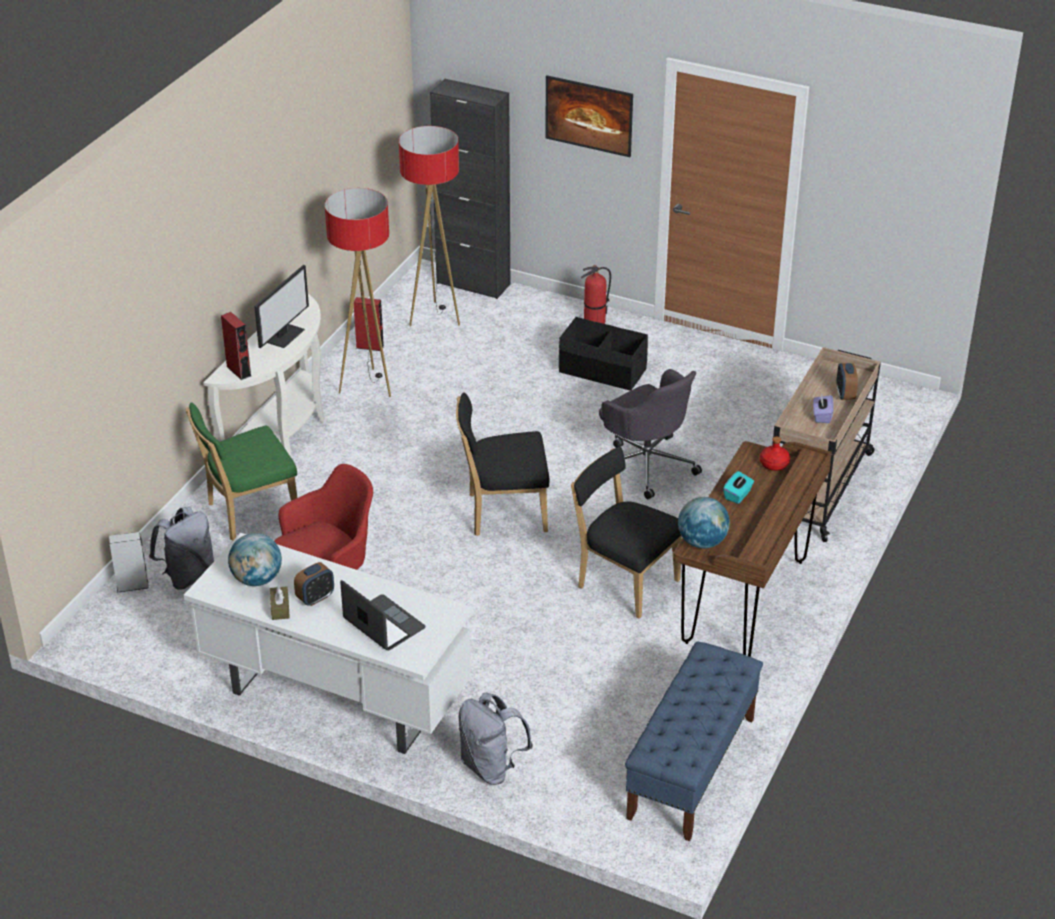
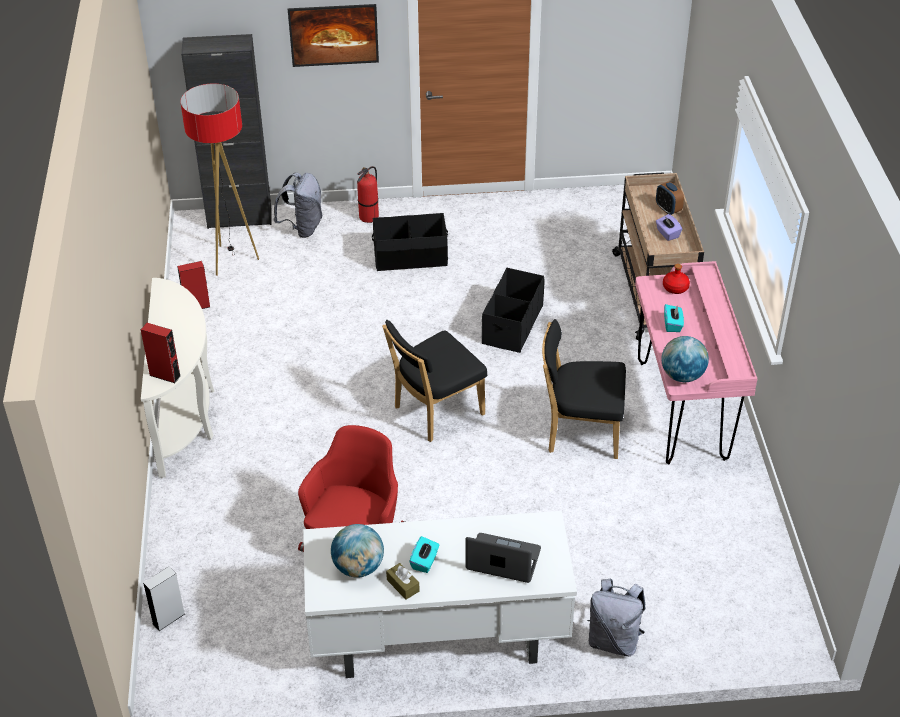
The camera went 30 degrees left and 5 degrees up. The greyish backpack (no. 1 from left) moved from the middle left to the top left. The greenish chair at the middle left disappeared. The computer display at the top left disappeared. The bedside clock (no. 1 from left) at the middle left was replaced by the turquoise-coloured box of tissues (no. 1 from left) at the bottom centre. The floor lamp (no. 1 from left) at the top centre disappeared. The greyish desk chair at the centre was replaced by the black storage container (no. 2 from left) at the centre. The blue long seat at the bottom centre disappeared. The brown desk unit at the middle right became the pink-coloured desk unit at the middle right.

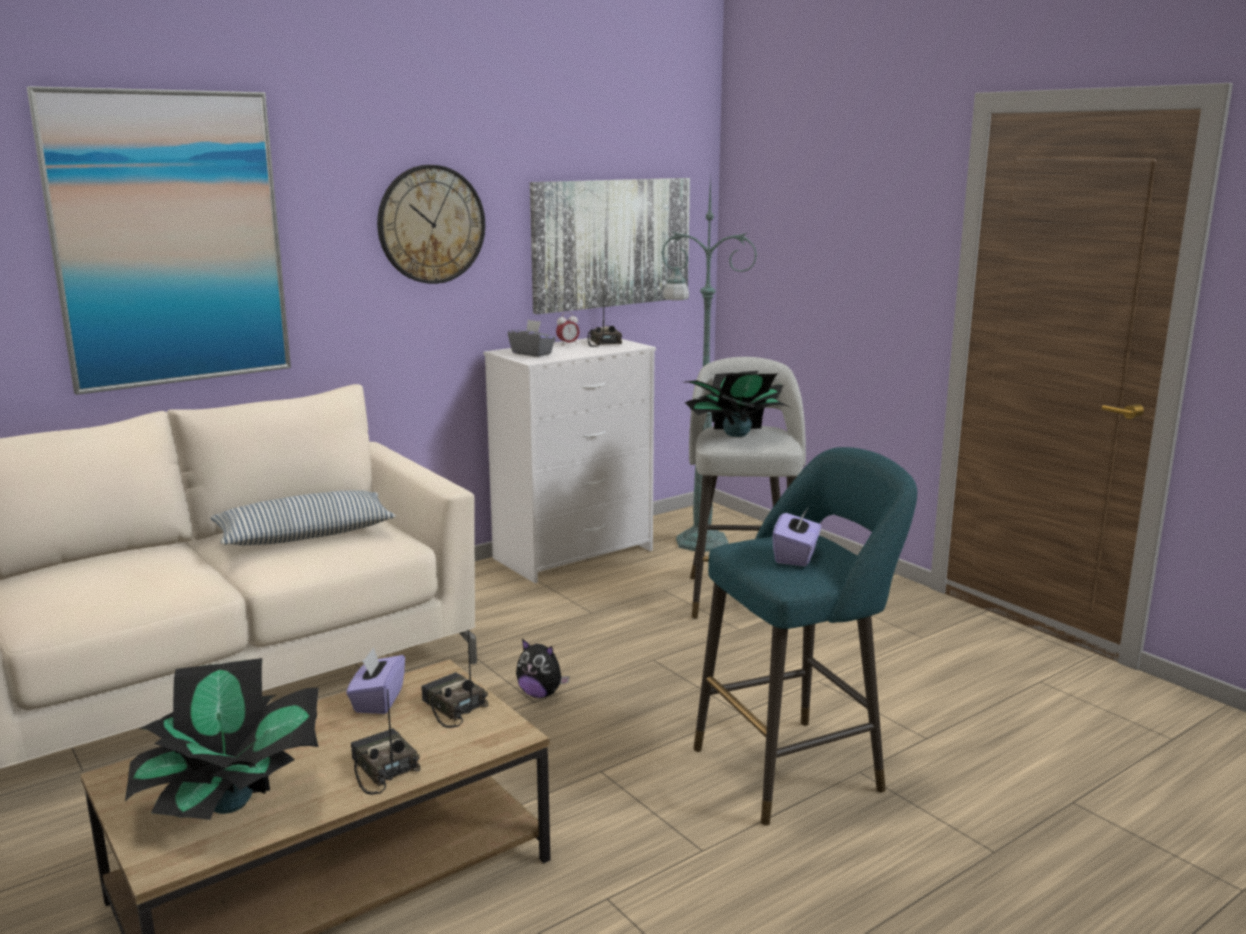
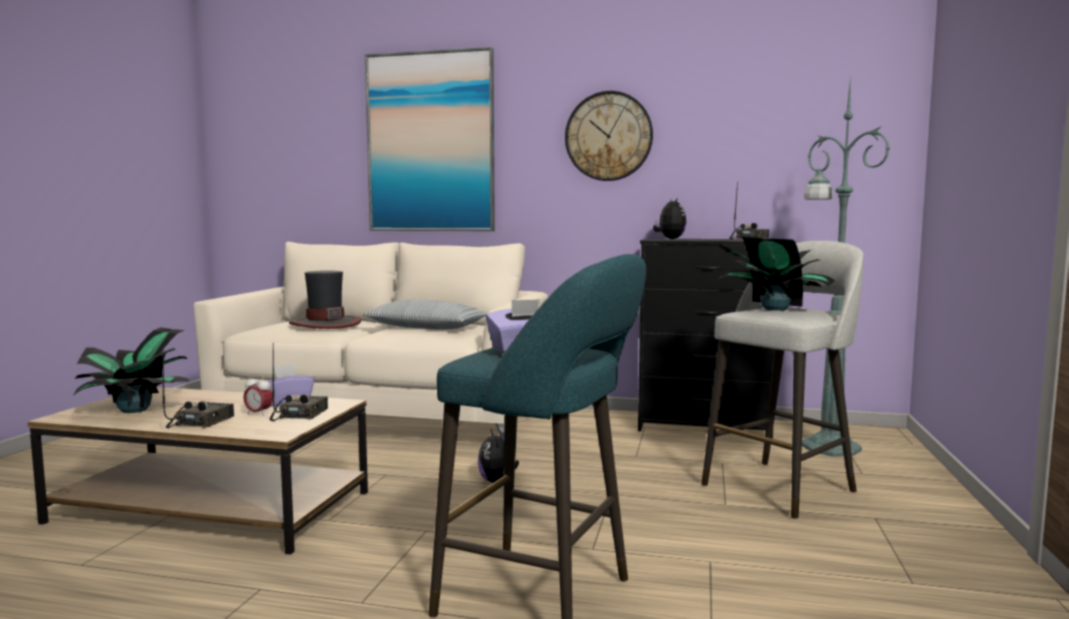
The camera went 50 degrees right and 10 degrees down. The white-coloured chest of drawers at the centre became the black chest of drawers at the centre. The greyish box of tissues at the centre was replaced by the soft toy (no. 2 from left) at the centre. The wall picture (no. 2 from left) at the top centre disappeared. The bedside clock moved from the centre to the middle left. The hat at the middle left appeared.

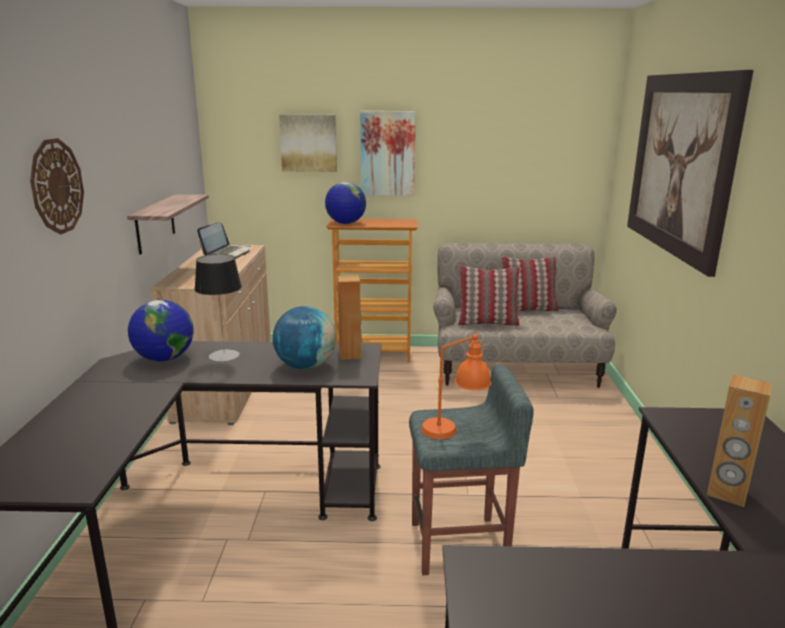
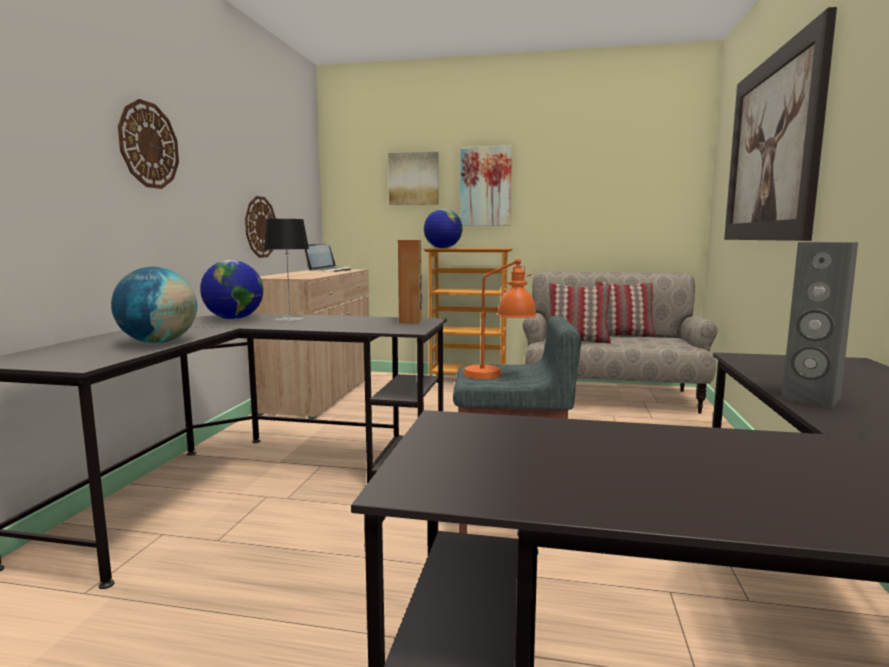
The camera went 10 degrees right and 10 degrees down. The bracket shelf at the middle left was replaced by the clock on the wall (no. 2 from left) at the middle left. The globe (no. 2 from left in the first image) moved from the centre to the middle left. The brown audio speaker (no. 2 from left) at the bottom right became the greyish audio speaker at the middle right.

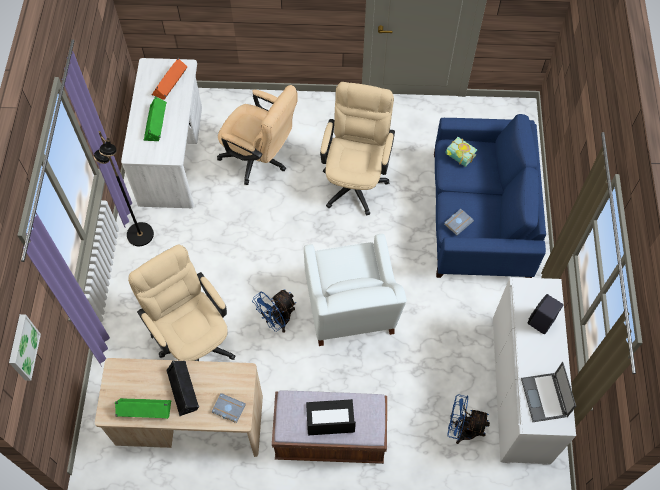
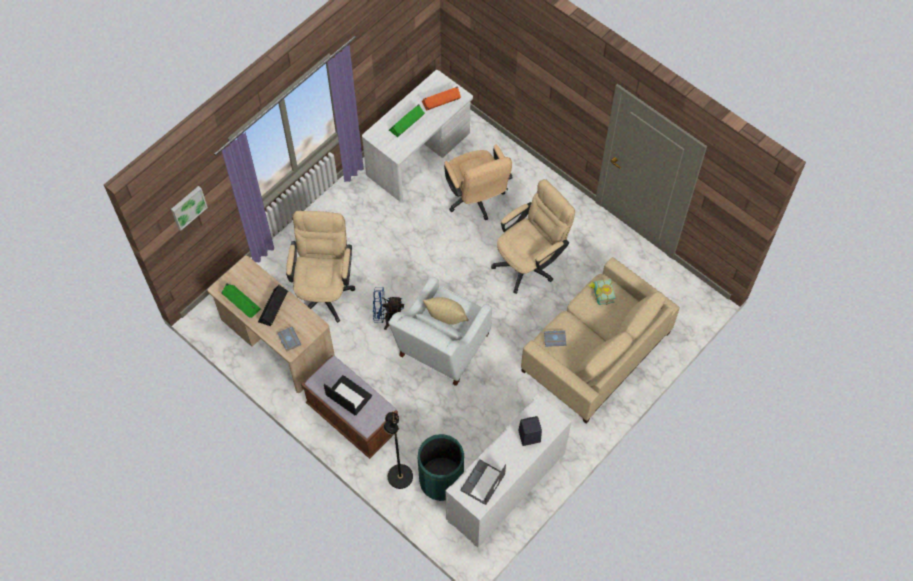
The camera went 40 degrees right and 0 degrees up. The black floor lamp moved from the middle left to the bottom centre. The blue settee at the middle right became the beige-coloured settee at the centre. The blue electric fan (no. 2 from left) at the bottom right was replaced by the greenish rubbish bin at the bottom centre. The beige-coloured pillow at the centre appeared.

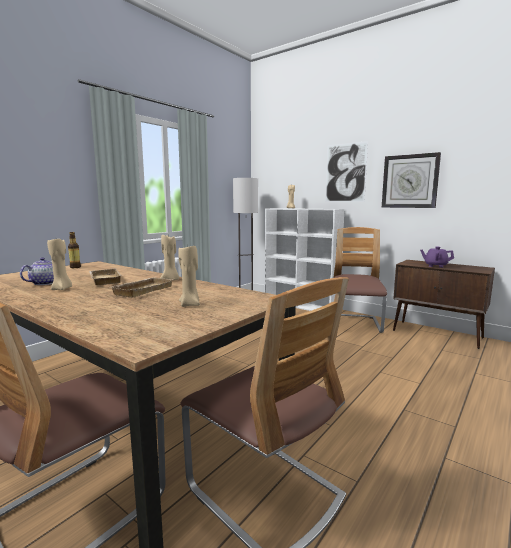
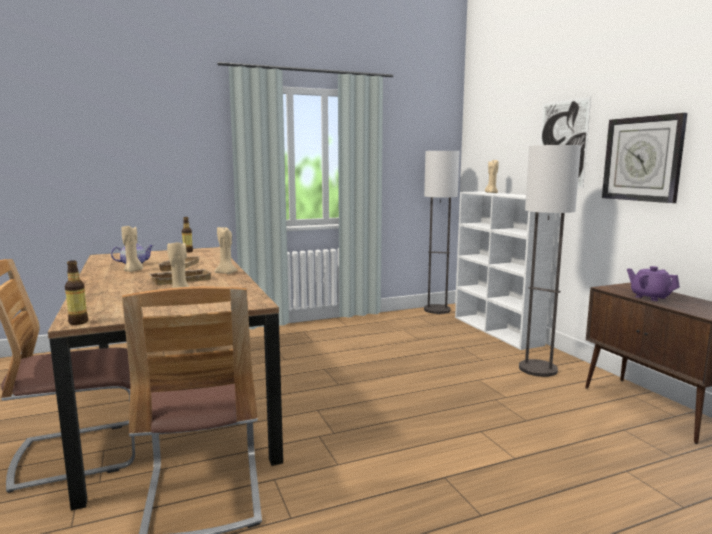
The camera went 30 degrees right and 0 degrees up. The chair (no. 3 from left) at the middle right was replaced by the floor lamp (no. 2 from left) at the middle right. The bottle (no. 1 from left) at the middle left appeared.

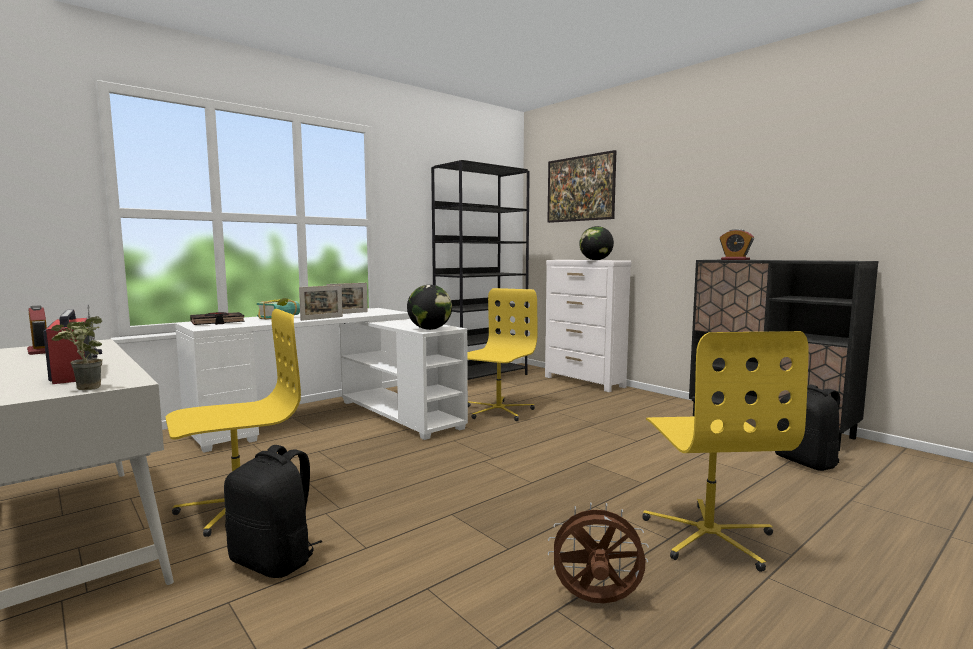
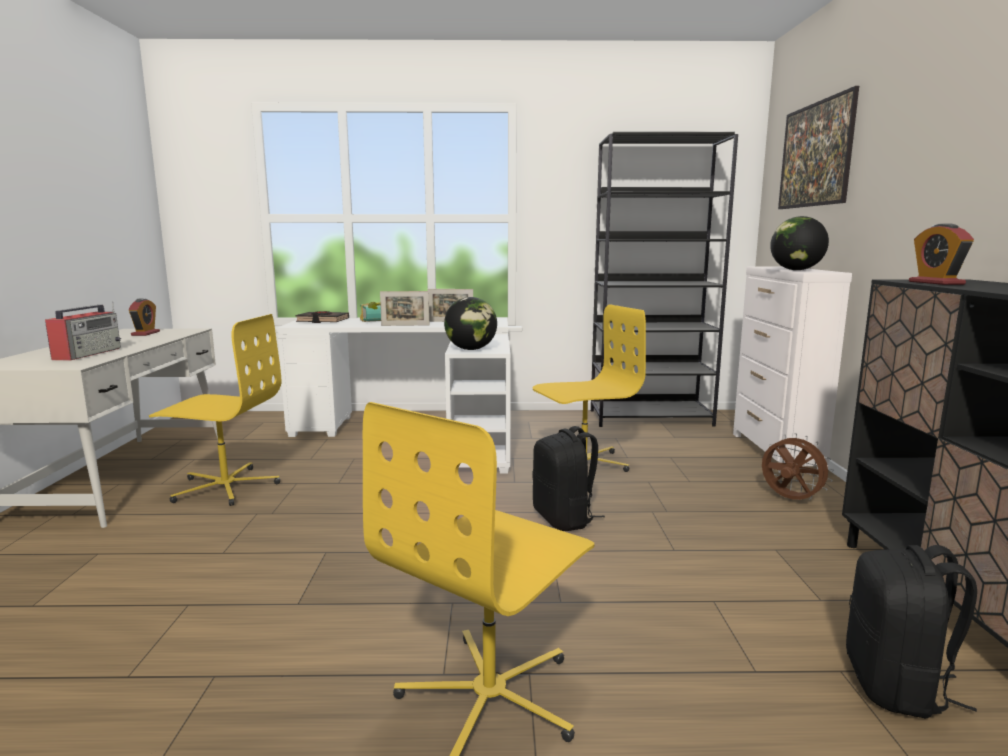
The camera went 40 degrees right and 5 degrees up. The plant in a pot at the middle left disappeared. The black backpack (no. 1 from left) moved from the bottom left to the centre. The brown electric fan moved from the bottom centre to the middle right.

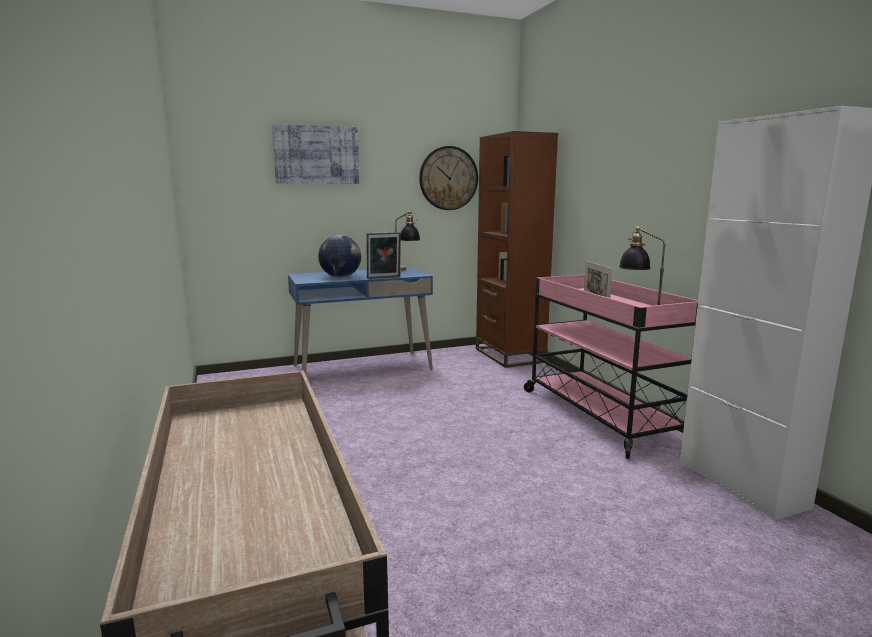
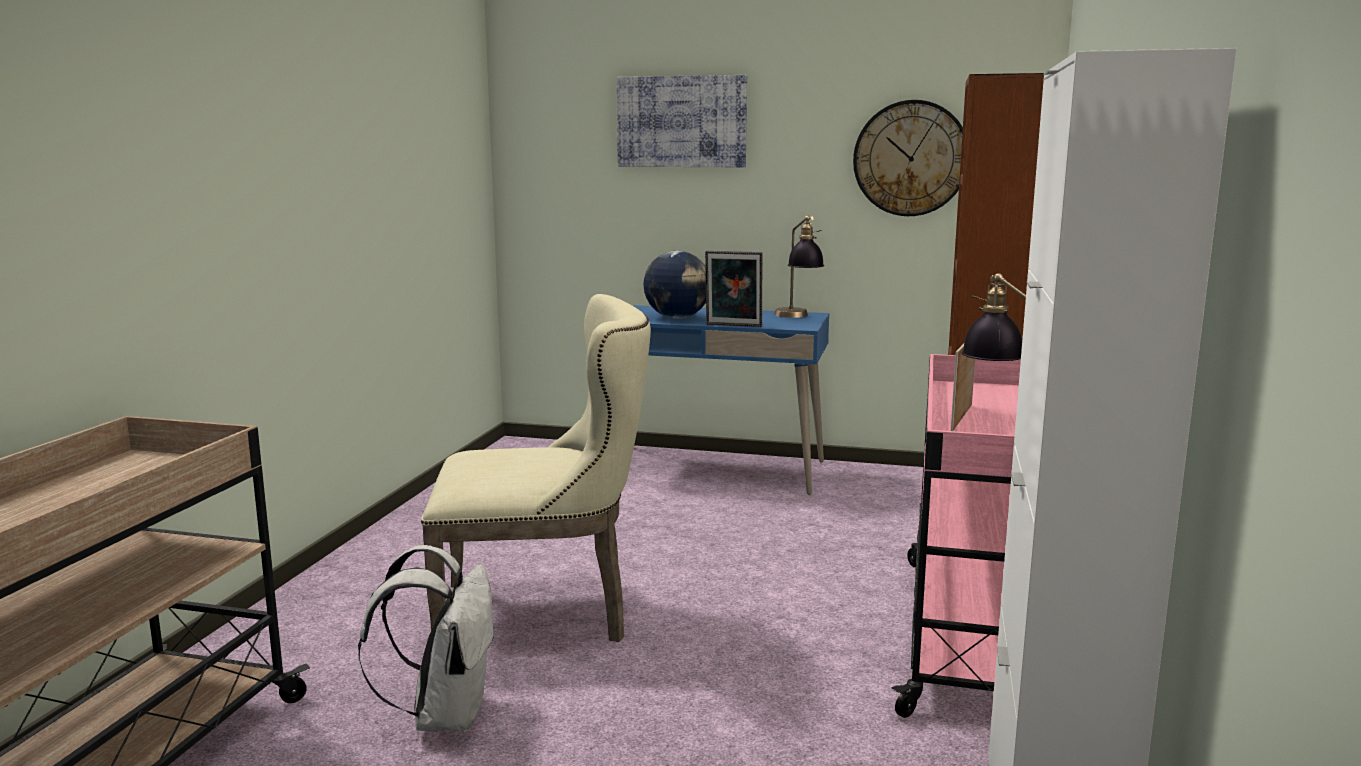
The camera went 35 degrees right and 0 degrees up. The white-coloured backpack at the bottom left appeared. The beige-coloured chair at the centre appeared.

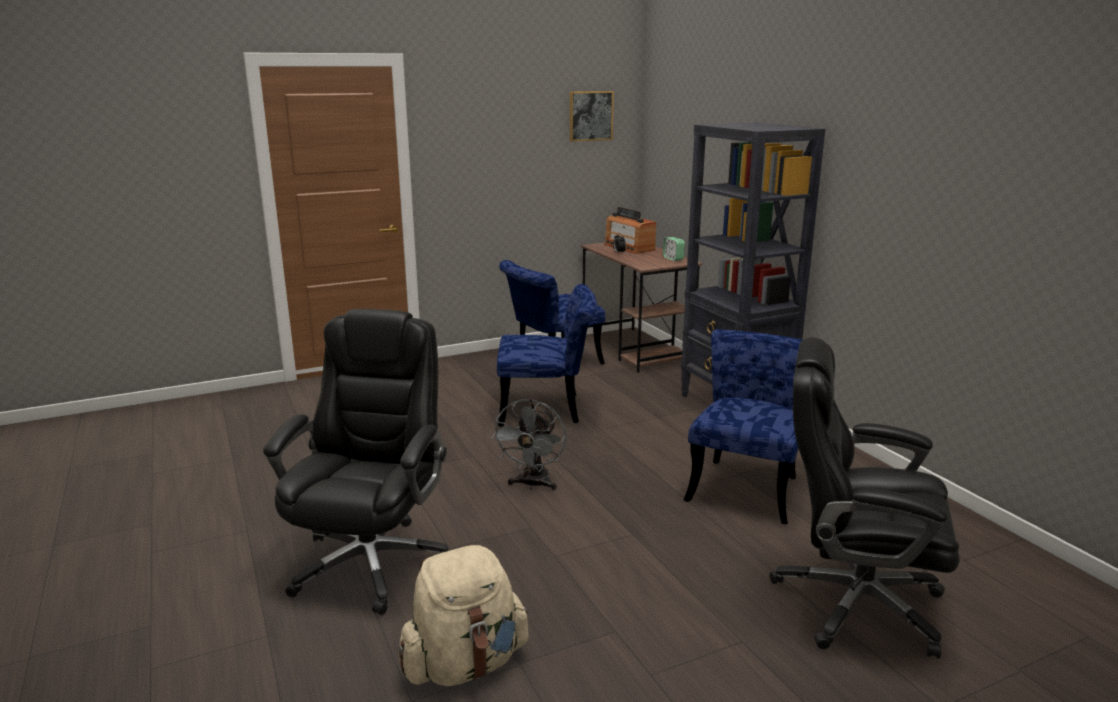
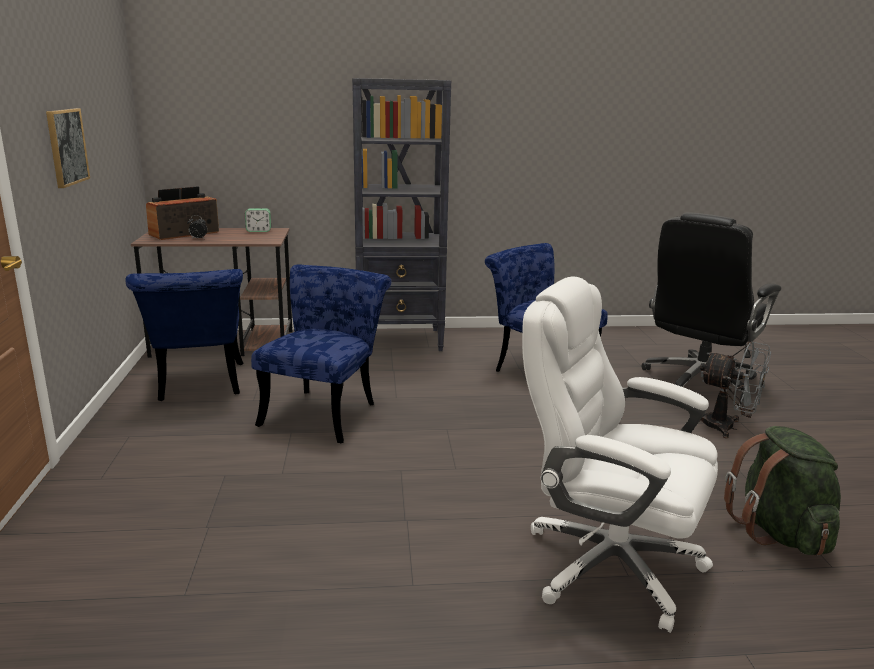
The camera went 70 degrees left and 0 degrees up. The black desk chair (no. 1 from left) at the middle left became the white-coloured desk chair at the bottom right. The beige-coloured backpack at the bottom centre became the greenish backpack at the bottom right. The greyish electric fan moved from the centre to the middle right. The wall picture moved from the top centre to the top left. The radio receiver at the top centre turned 150 degrees clockwise.

